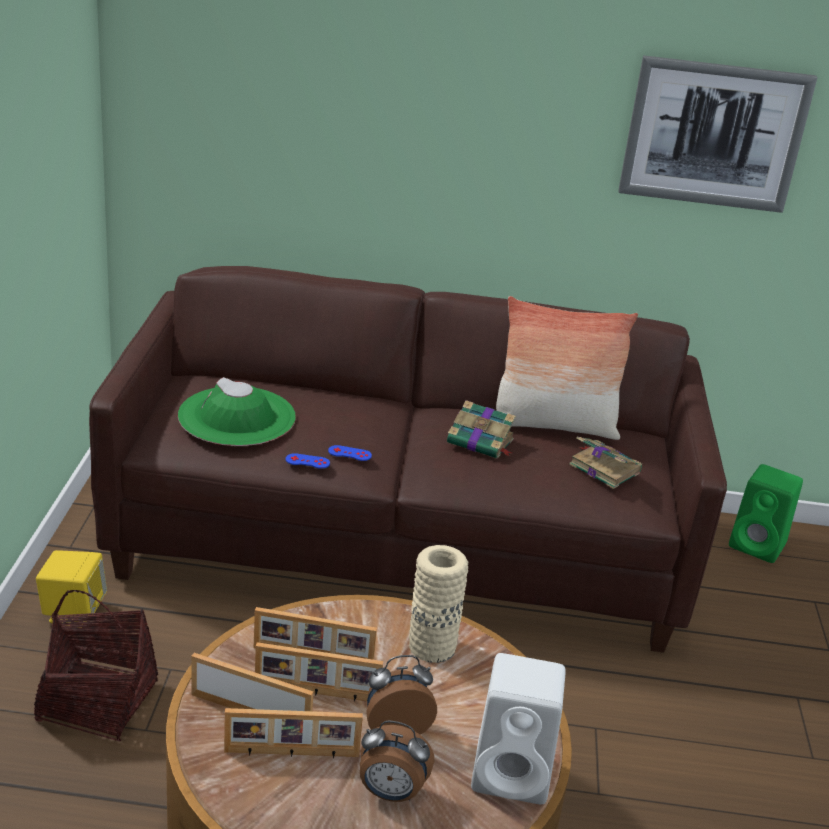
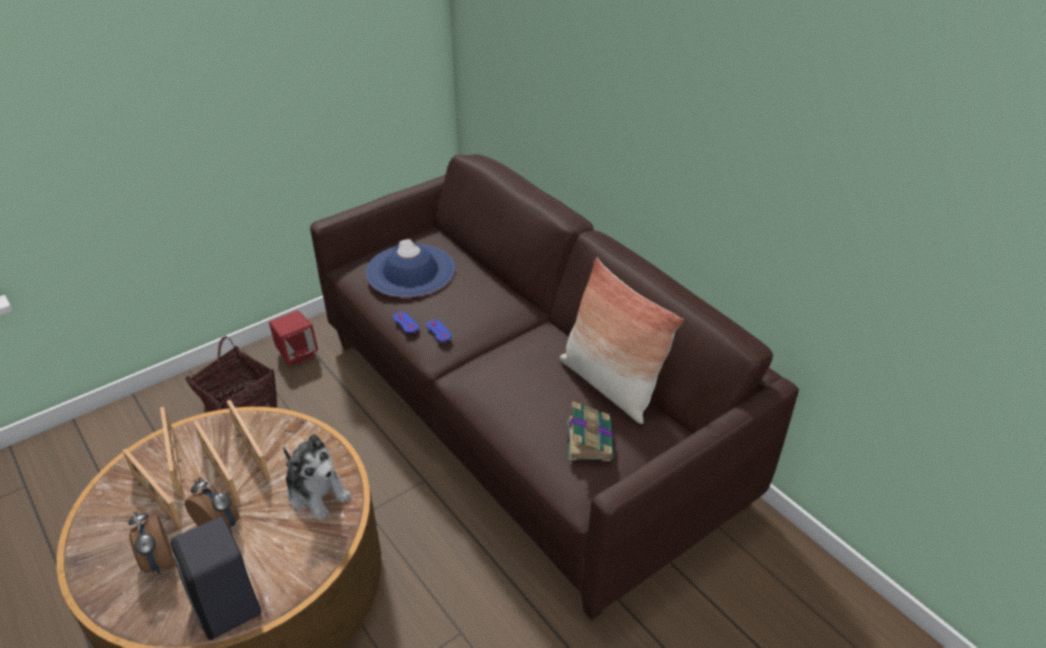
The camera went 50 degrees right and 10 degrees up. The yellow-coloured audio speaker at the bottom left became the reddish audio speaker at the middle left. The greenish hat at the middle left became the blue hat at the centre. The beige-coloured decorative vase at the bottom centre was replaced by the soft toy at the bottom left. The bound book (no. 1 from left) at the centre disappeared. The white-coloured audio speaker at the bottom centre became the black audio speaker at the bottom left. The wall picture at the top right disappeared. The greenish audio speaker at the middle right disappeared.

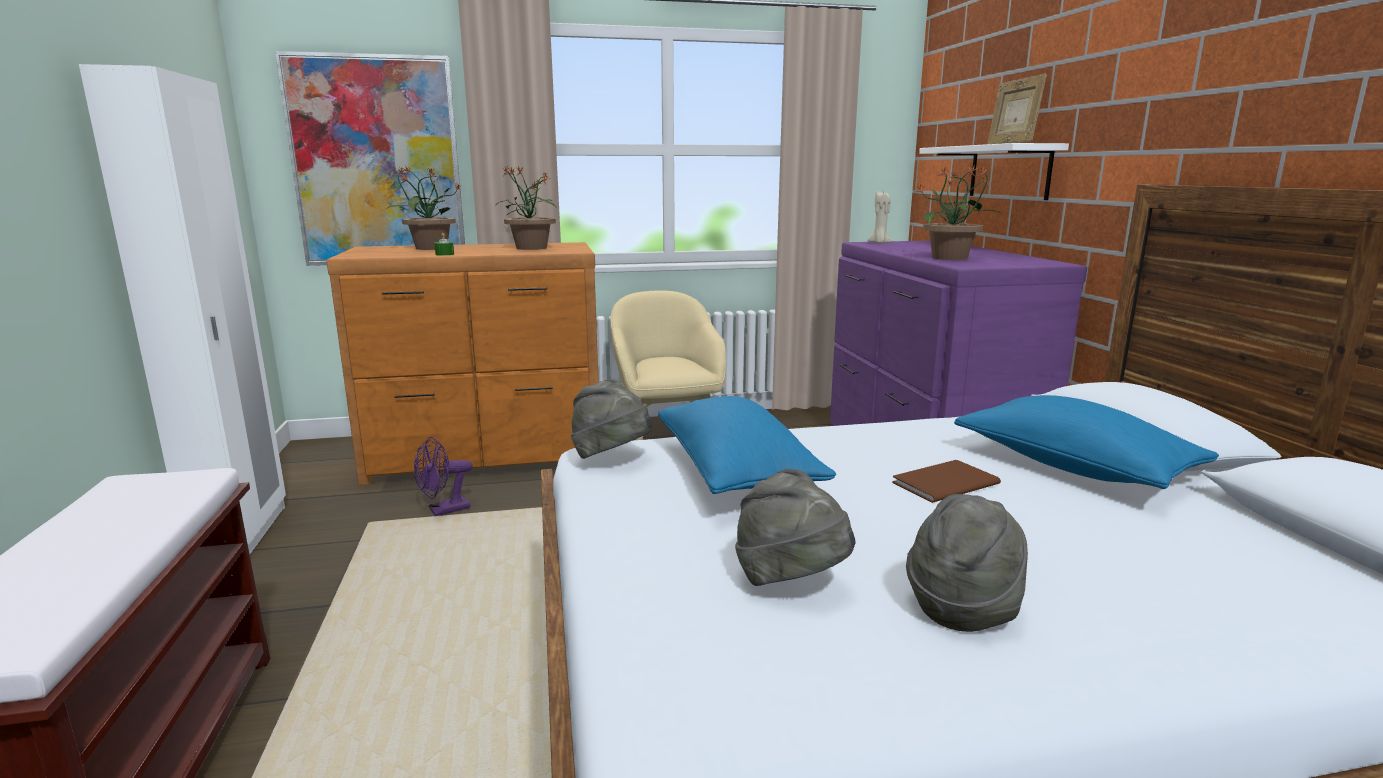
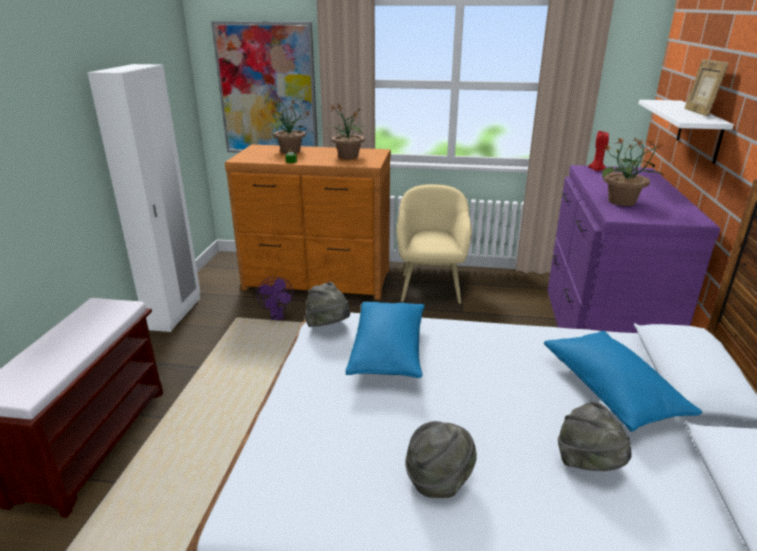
The camera went 20 degrees right and 10 degrees up. The purple-coloured electric fan at the middle left turned 90 degrees counterclockwise. The greyish hat (no. 2 from left in the first image) moved from the bottom centre to the bottom right. The beige-coloured wax light at the top centre became the reddish wax light at the top right. The brown bound book at the middle right disappeared.

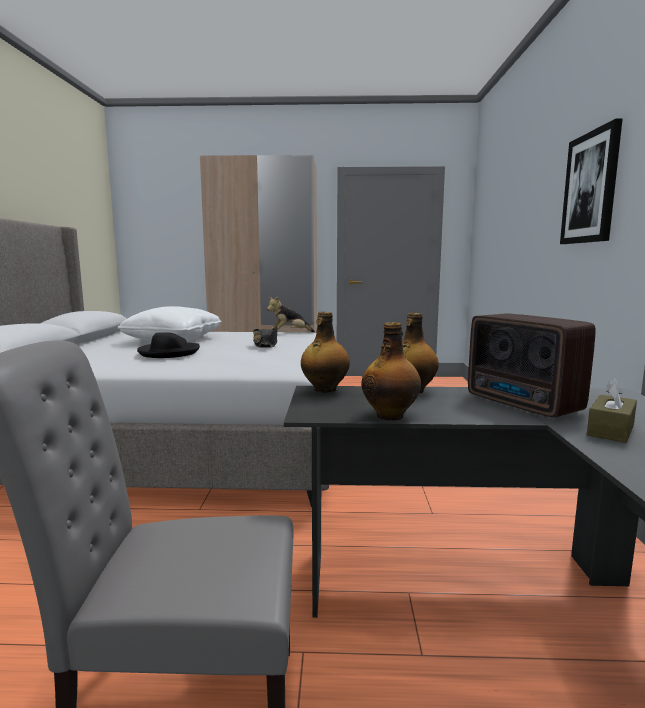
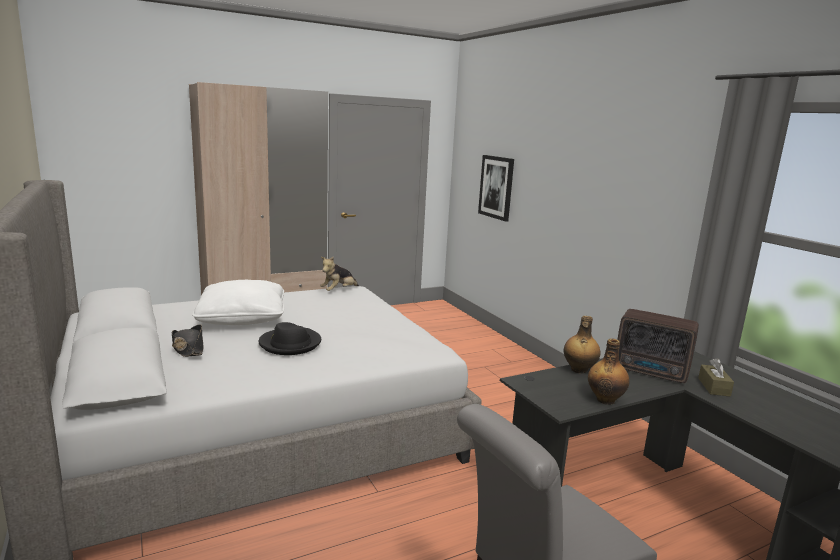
The camera went 30 degrees left and 5 degrees up. The black hat (no. 2 from left in the first image) moved from the centre to the middle left. The bottle (no. 1 from left) at the centre disappeared. The wall picture moved from the top right to the centre.

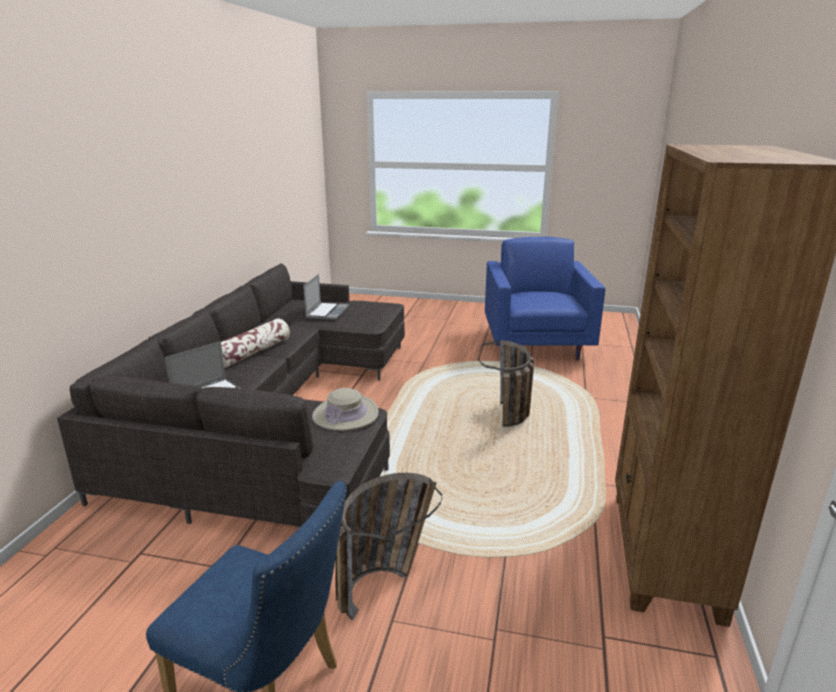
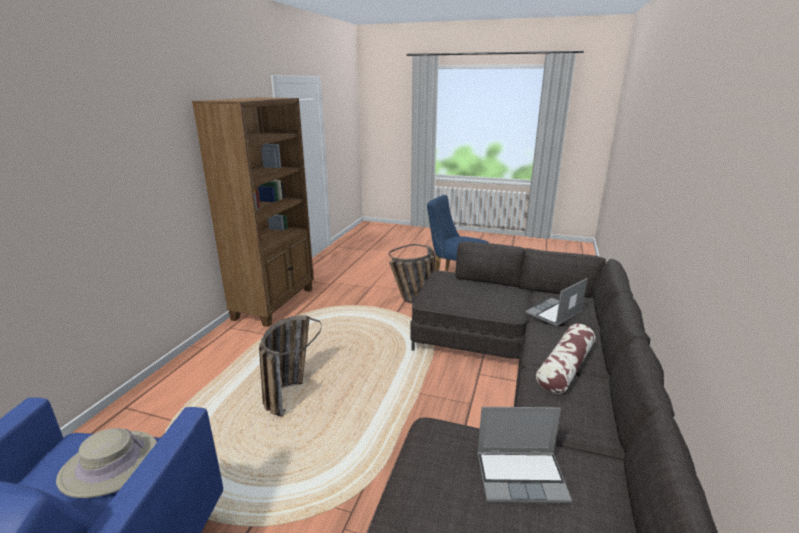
The camera went 175 degrees left and 0 degrees up. The notebook computer (no. 2 from left in the first image) at the centre turned 105 degrees counterclockwise. The beige-coloured hat moved from the centre to the bottom left.

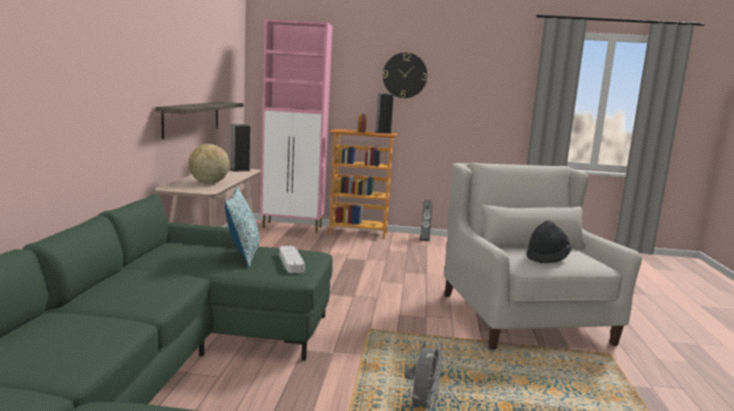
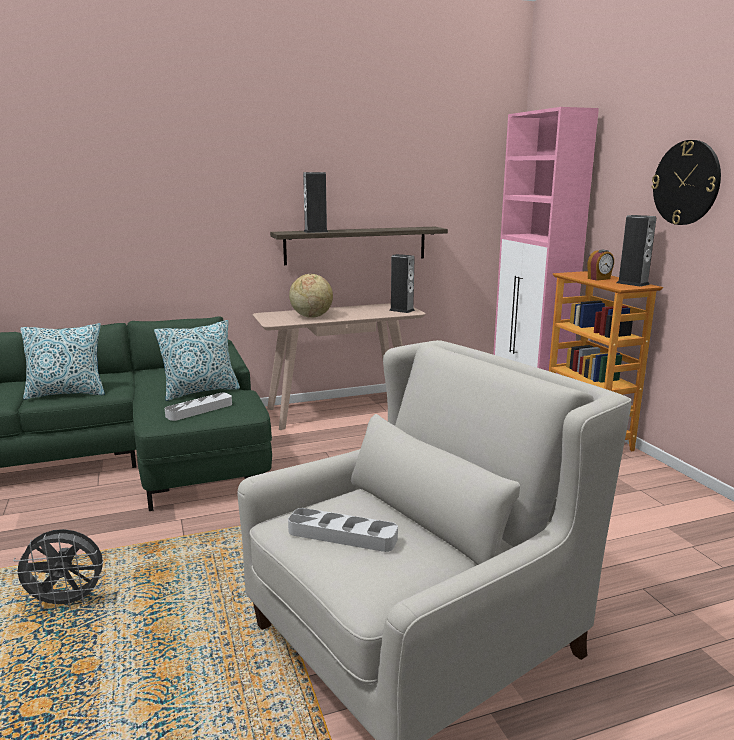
The camera went 65 degrees right and 5 degrees up. The audio speaker (no. 3 from left in the first image) moved from the centre to the top centre. The black hat at the middle right was replaced by the greyish serving tray (no. 2 from left) at the bottom centre. The pillow (no. 1 from left) at the middle left appeared.

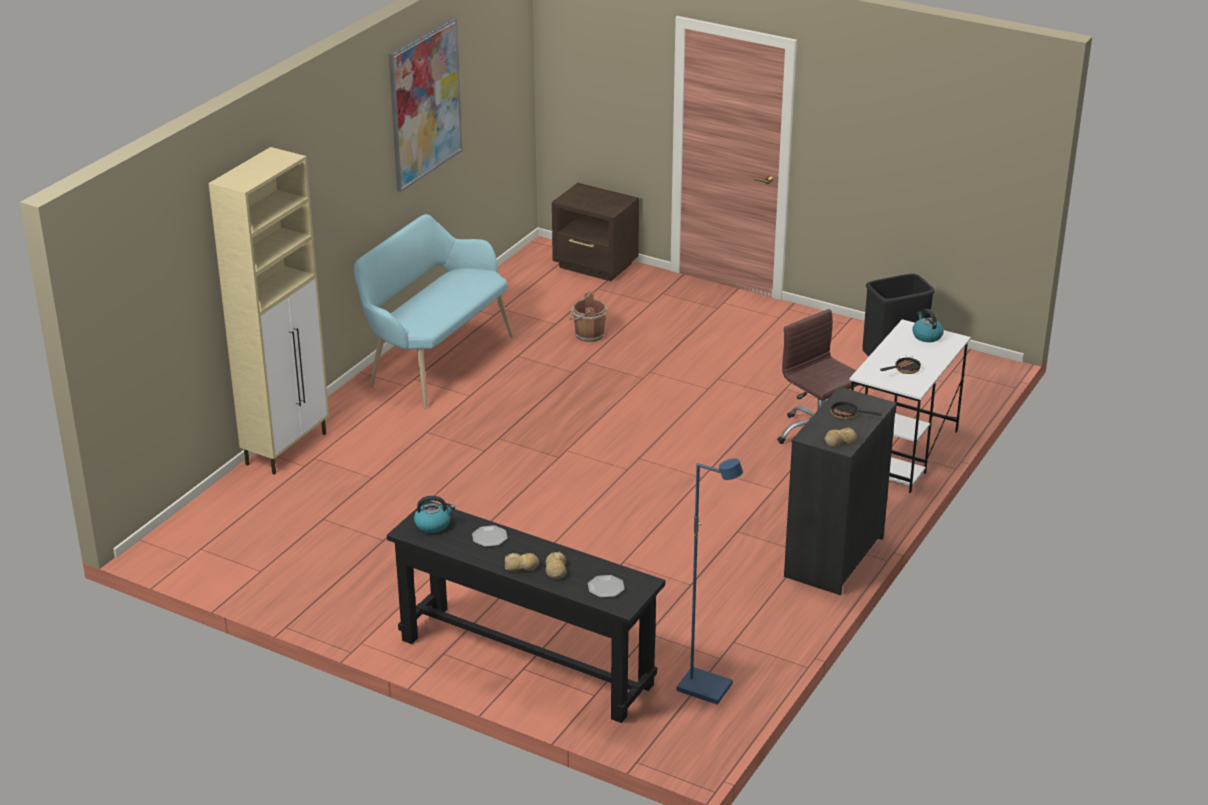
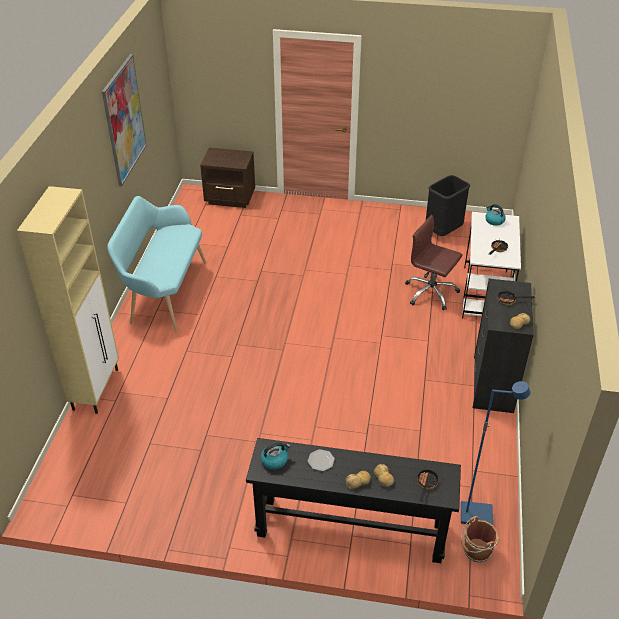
The camera went 20 degrees left and 10 degrees up. The brown water bucket moved from the centre to the bottom right. The plate (no. 2 from left) at the bottom centre was replaced by the skillet (no. 1 from left) at the bottom right.

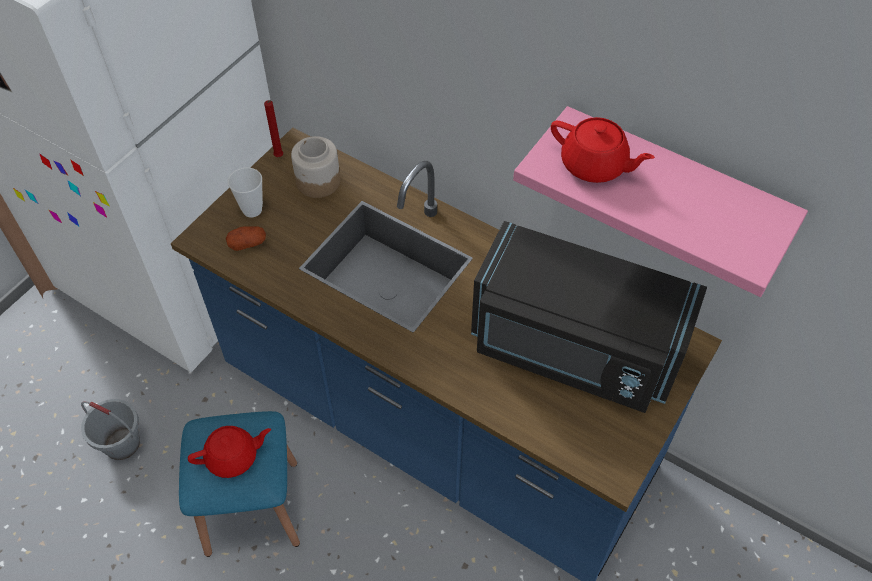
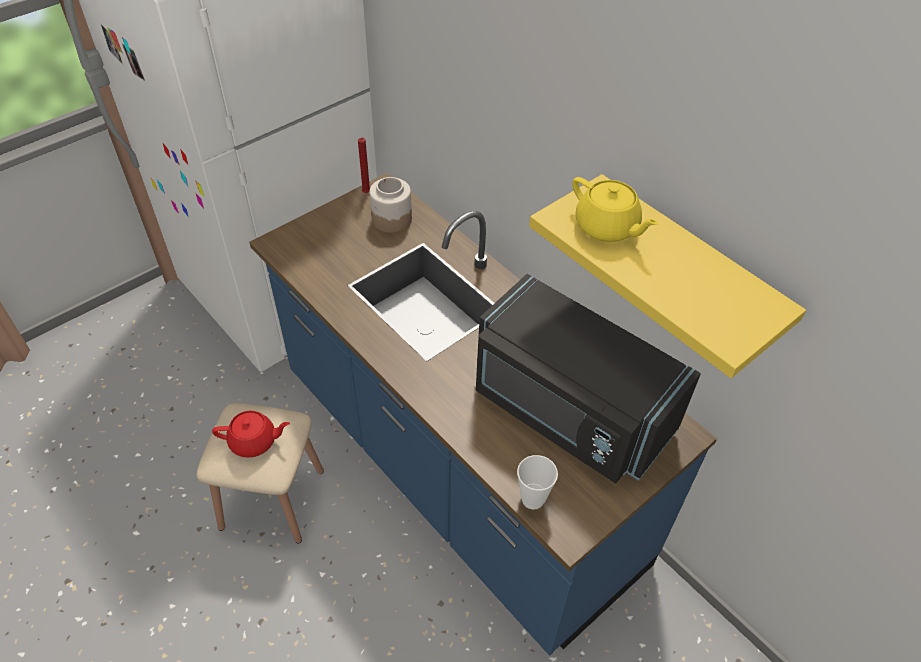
The camera went 15 degrees right and 5 degrees down. The greyish water bucket at the bottom left disappeared. The blue stool seat at the bottom left became the beige-coloured stool seat at the bottom left. The potato at the middle left disappeared. The cup moved from the top left to the bottom centre. The pink-coloured bracket shelf at the middle right became the yellow-coloured bracket shelf at the middle right. The reddish teapot (no. 2 from left) at the top right became the yellow-coloured teapot at the top right.

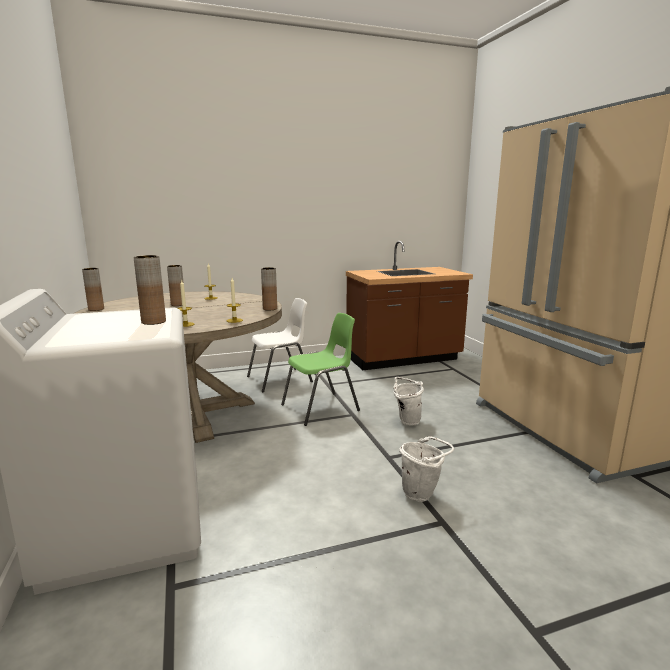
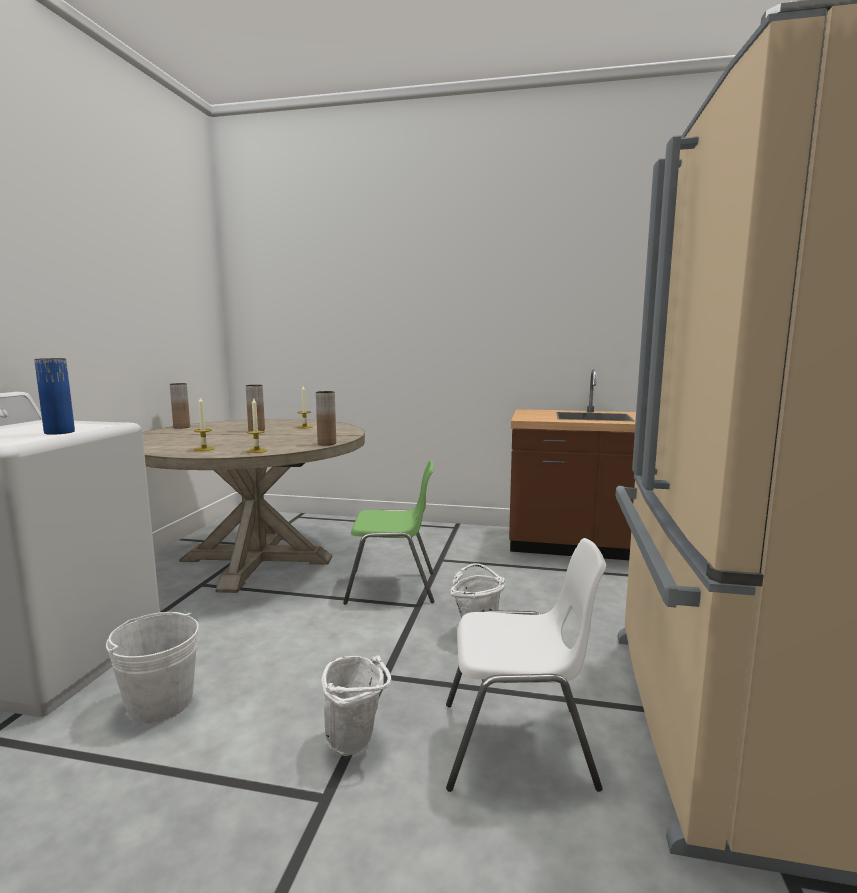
The camera went 30 degrees right and 5 degrees down. The brown decorative vase (no. 2 from left) at the middle left became the blue decorative vase at the middle left. The white-coloured chair moved from the centre to the bottom centre. The white-coloured water bucket (no. 1 from left) at the bottom left appeared.

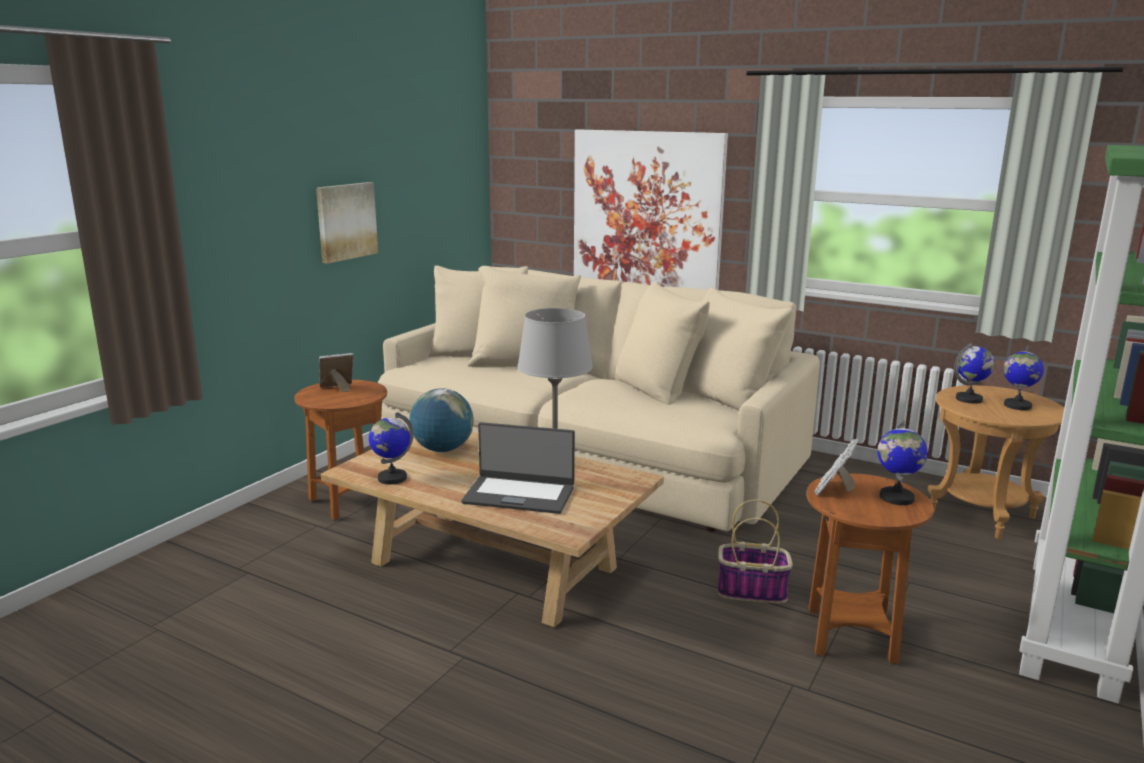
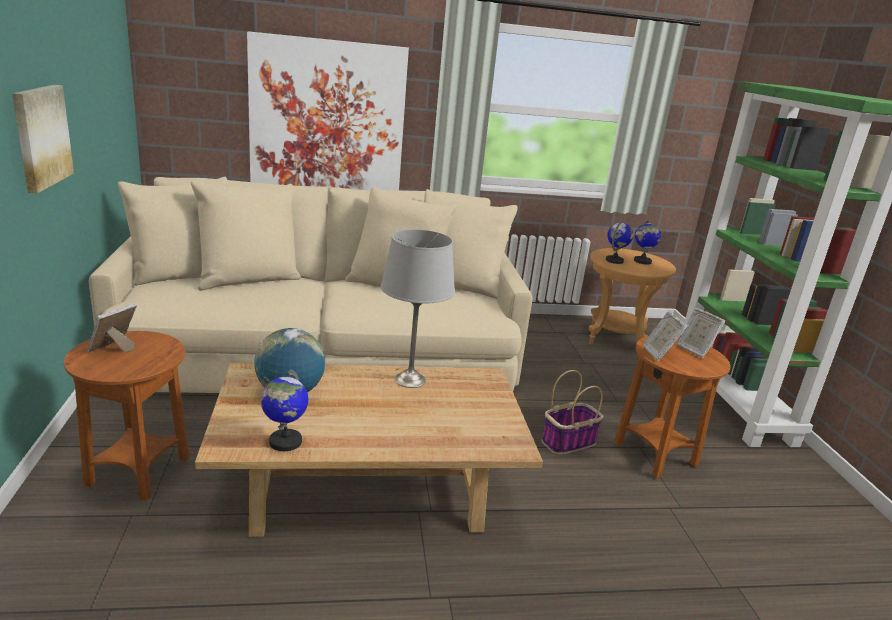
The camera went 40 degrees left and 5 degrees up. The notebook computer at the centre disappeared. The globe (no. 3 from left) at the middle right was replaced by the picture frame (no. 3 from left) at the middle right.

